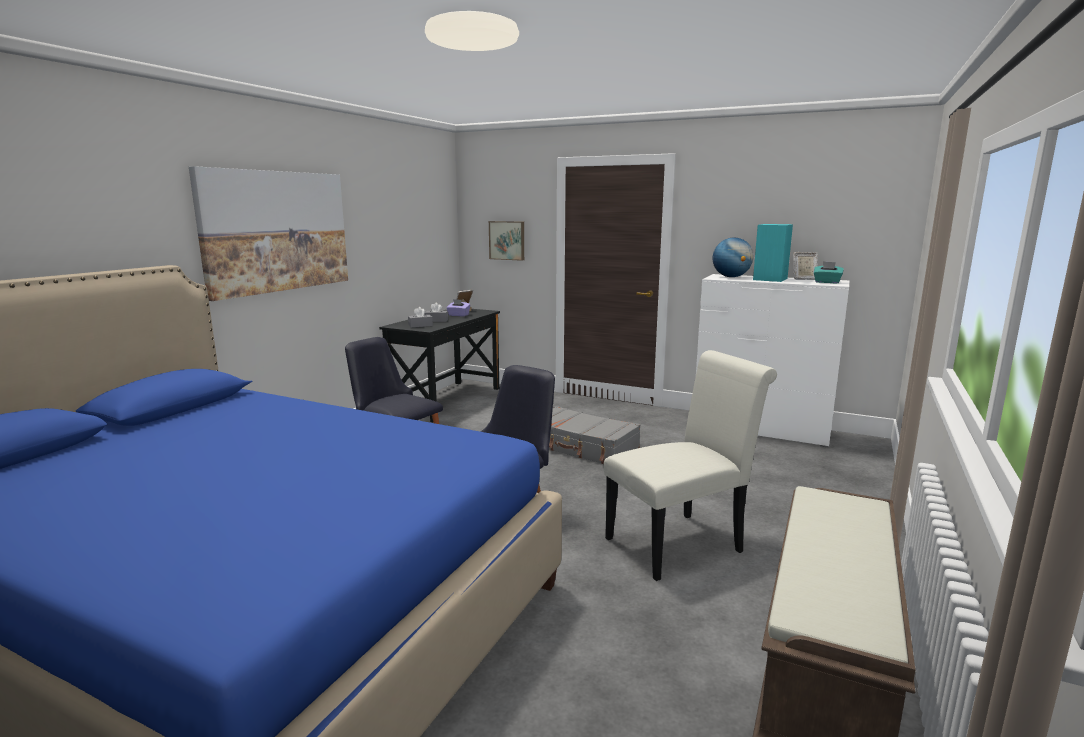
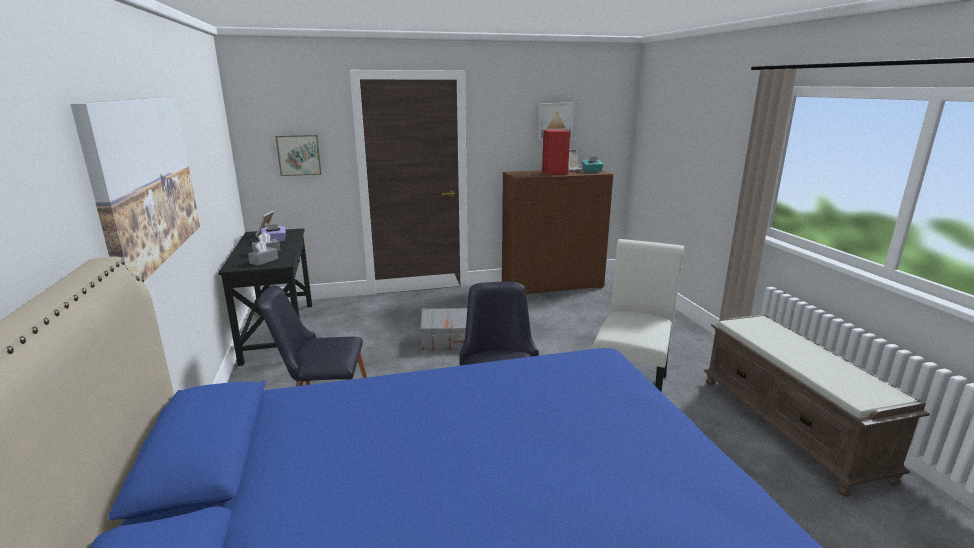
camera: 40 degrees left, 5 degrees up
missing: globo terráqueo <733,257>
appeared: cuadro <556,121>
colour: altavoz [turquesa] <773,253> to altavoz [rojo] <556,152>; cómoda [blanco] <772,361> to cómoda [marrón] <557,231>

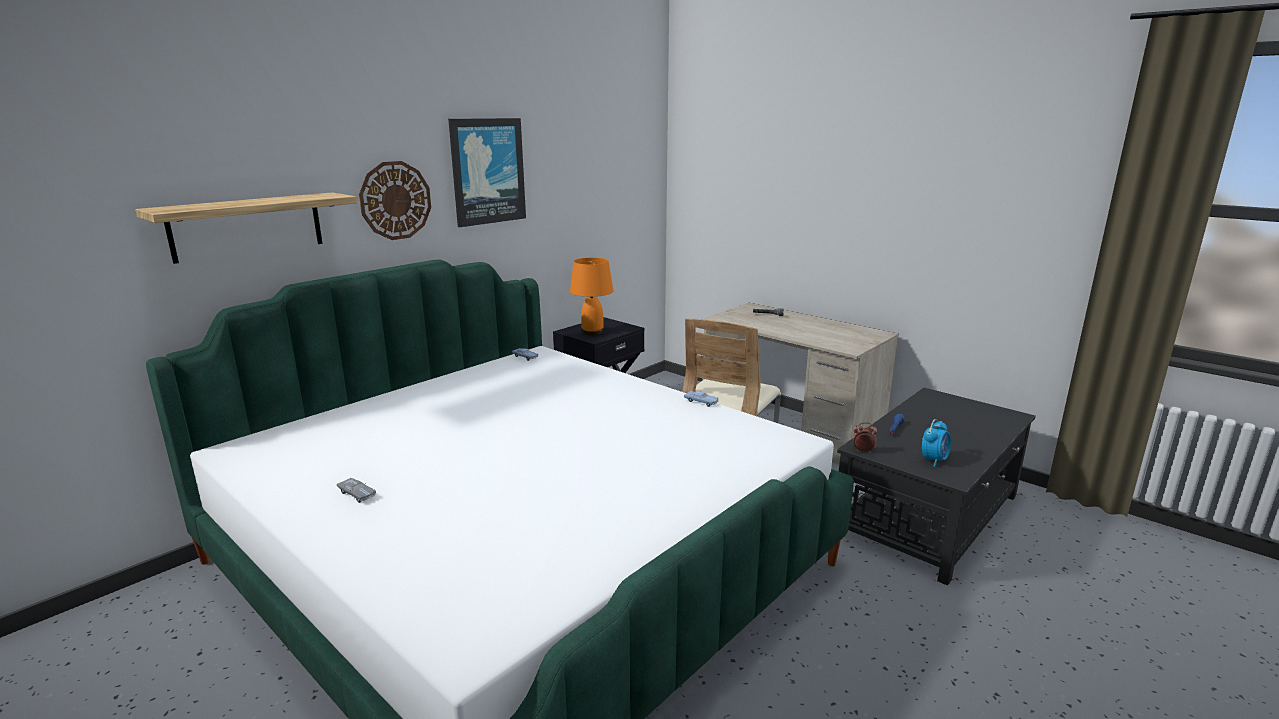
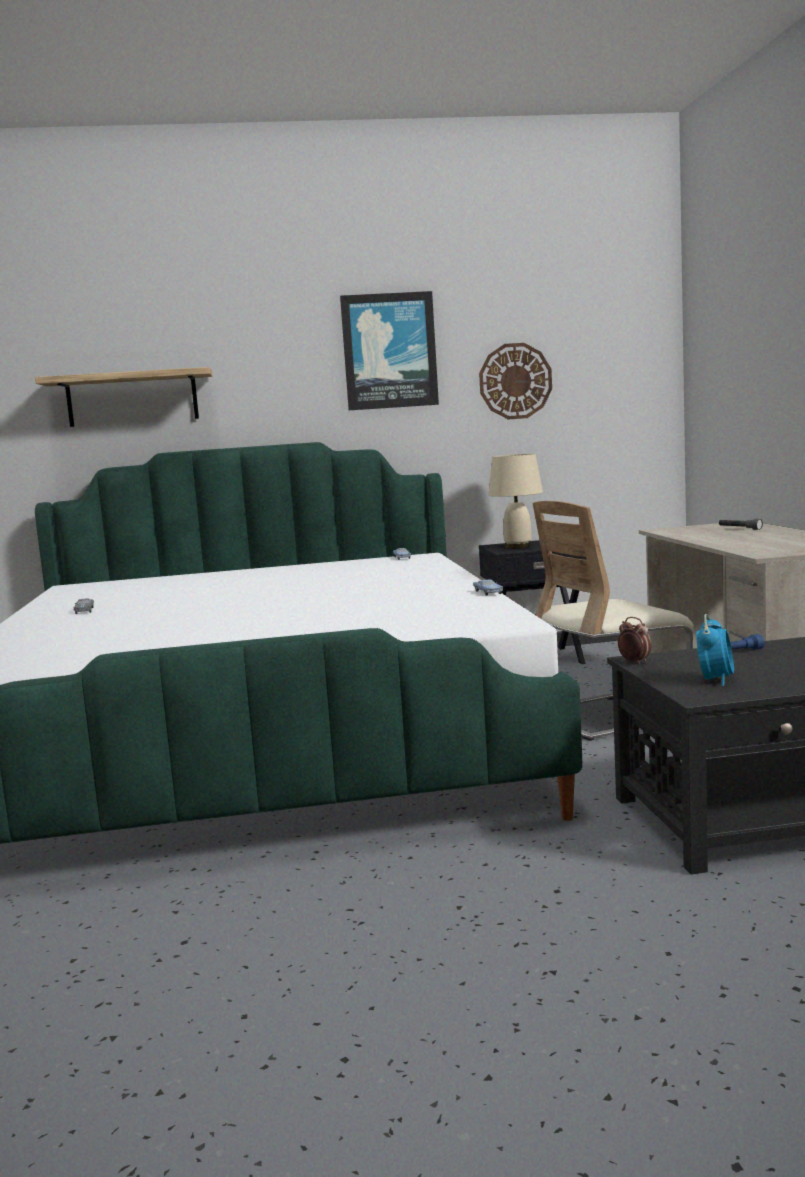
camera: 40 degrees right, 10 degrees down
relocated: reloj de pared <395,200> to <515,381>
colour: lámpara de mesa [naranja] <591,296> to lámpara de mesa [beis] <515,501>
spun: despertador <936,443> = <715,650> 60 degrees counterclockwise

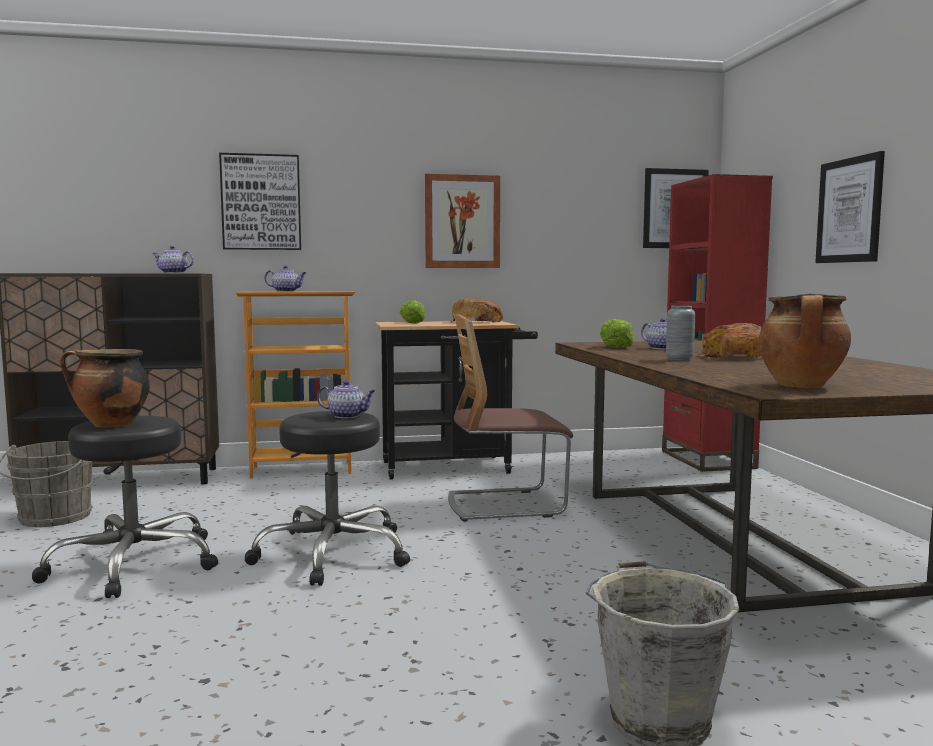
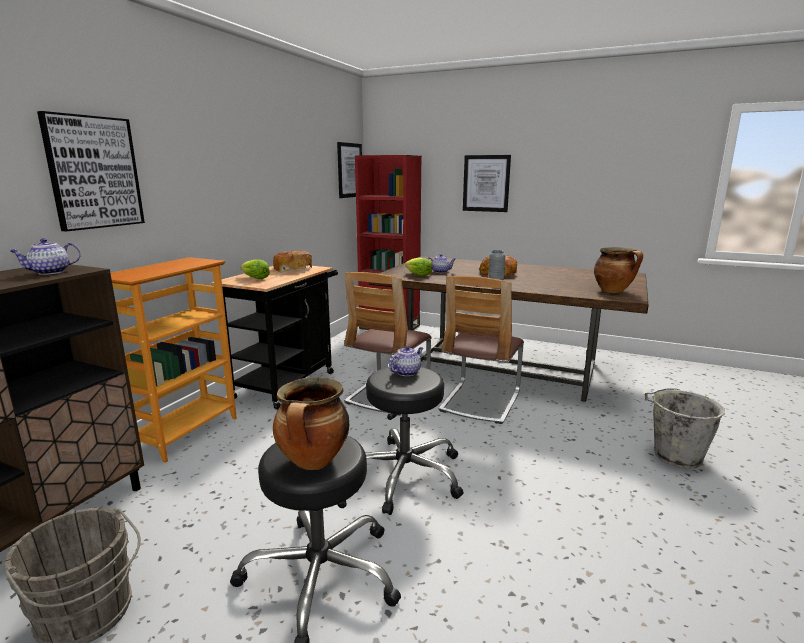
camera: 55 degrees left, 10 degrees up
missing: cuadro <462,221>; tetera <285,278>
appeared: silla <481,350>

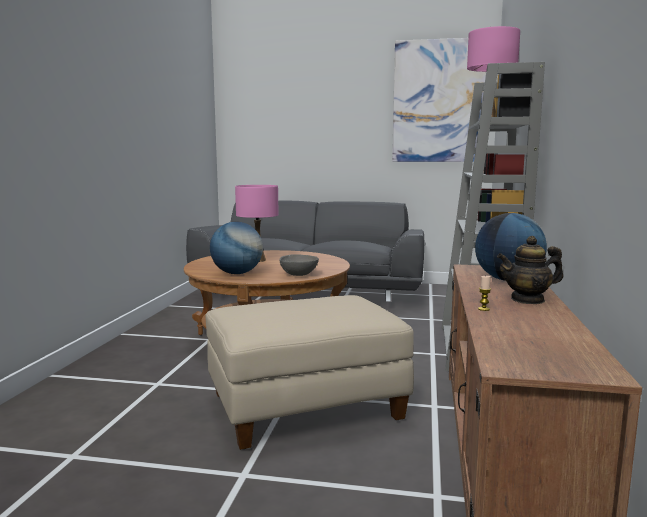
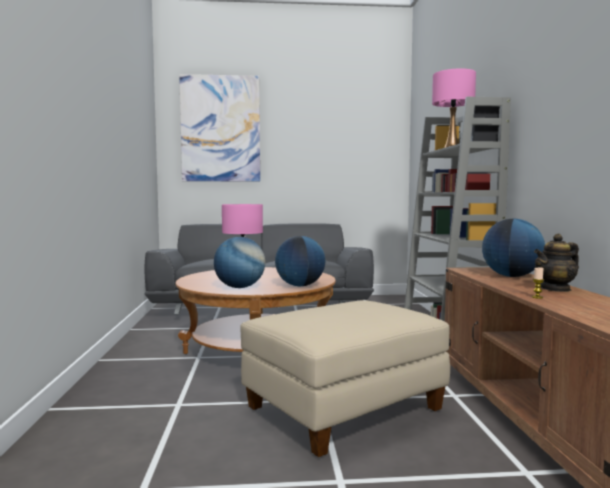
camera: 15 degrees left, 5 degrees down
relocated: cuadro <439,100> to <219,127>
exchanged: cuenco [gris] <299,265> to globo terráqueo <300,261>

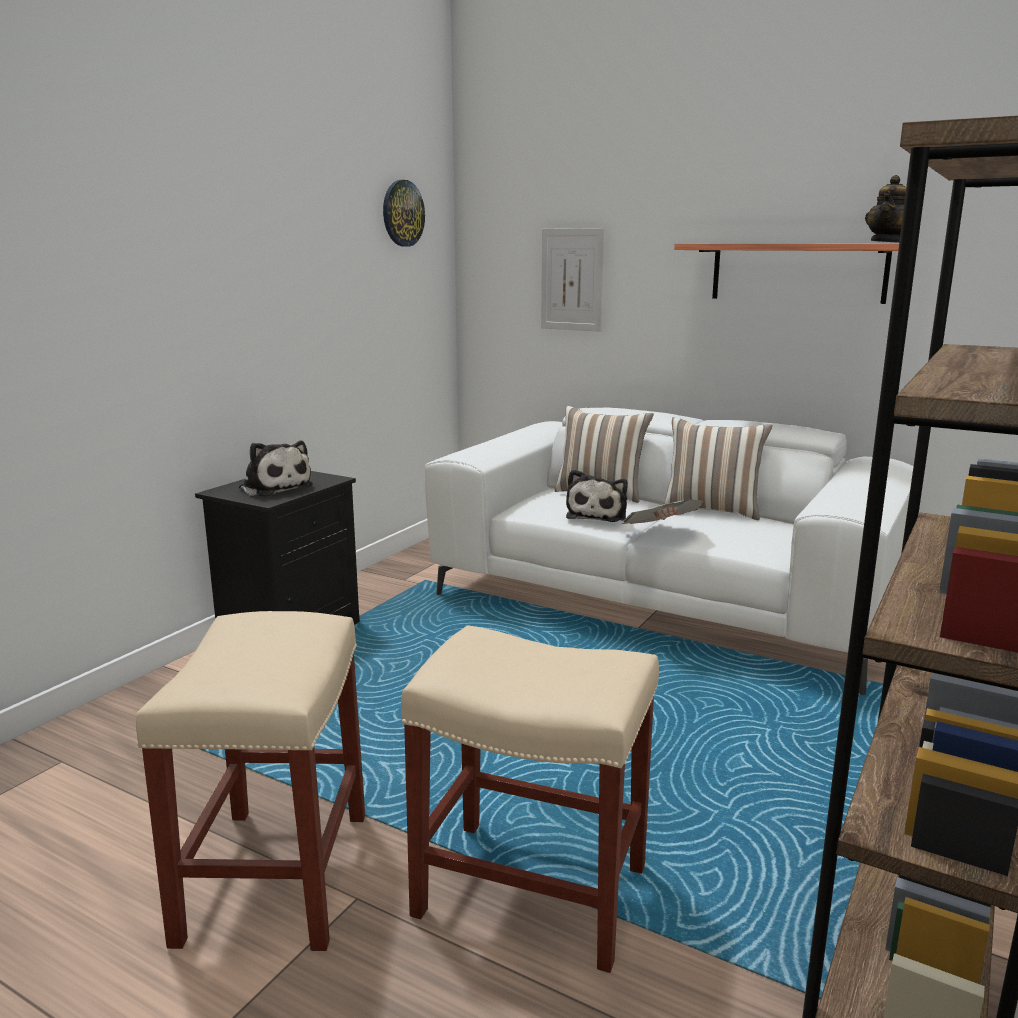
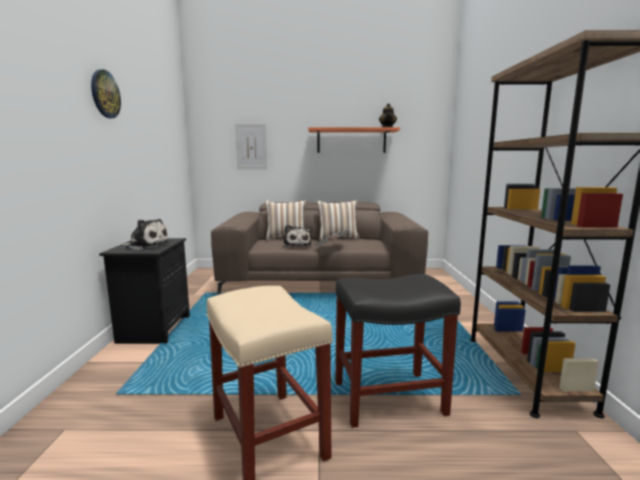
camera: 30 degrees left, 5 degrees down
relocated: reloj de pared <404,213> to <106,94>
colour: sofá [blanco] <669,551> to sofá [marrón] <319,248>; taburete [beis] <530,799> to taburete [negro] <398,351>

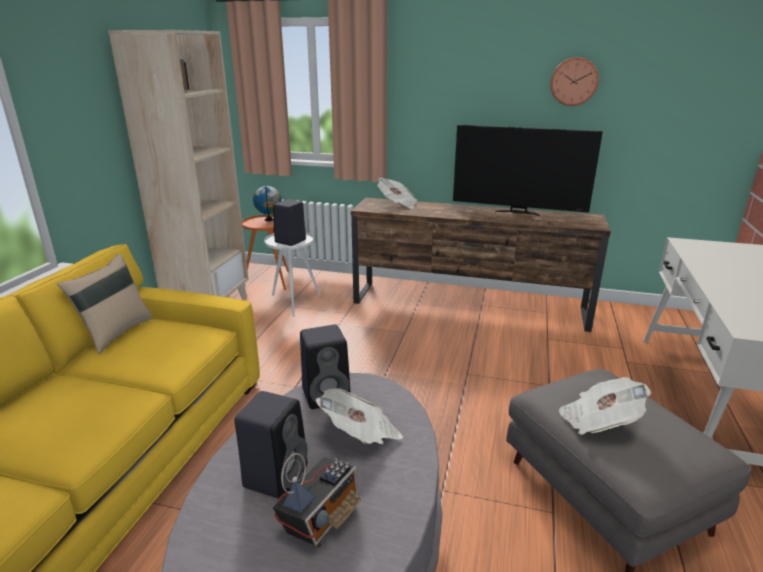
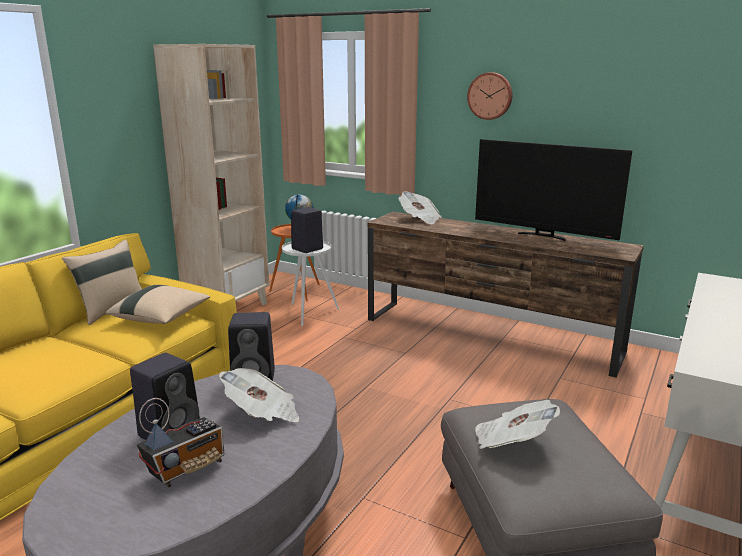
camera: 15 degrees right, 5 degrees down
appeared: cojín [beis] <158,304>
relocated: reloj de pared <574,81> to <490,96>

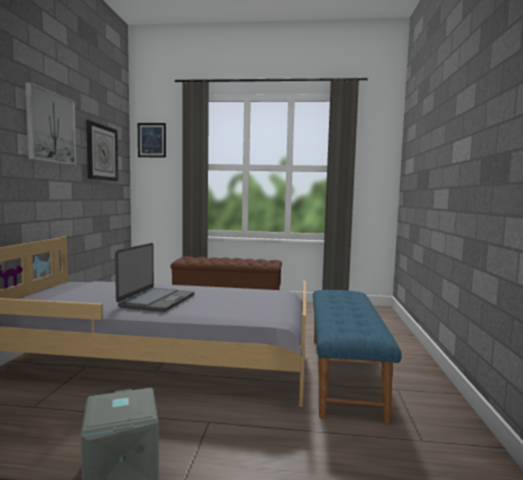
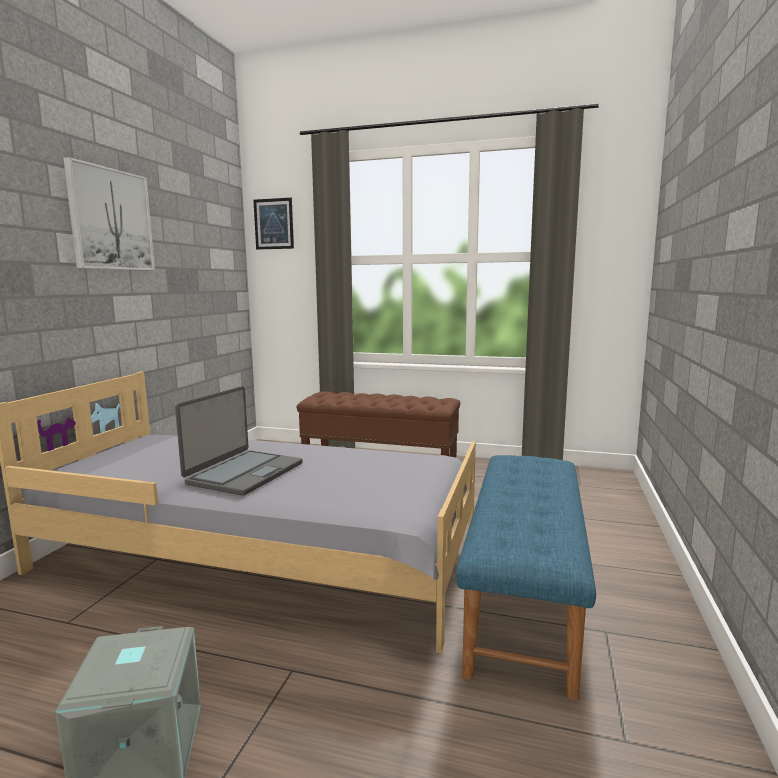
camera: 10 degrees right, 5 degrees up
missing: reloj de pared <102,150>

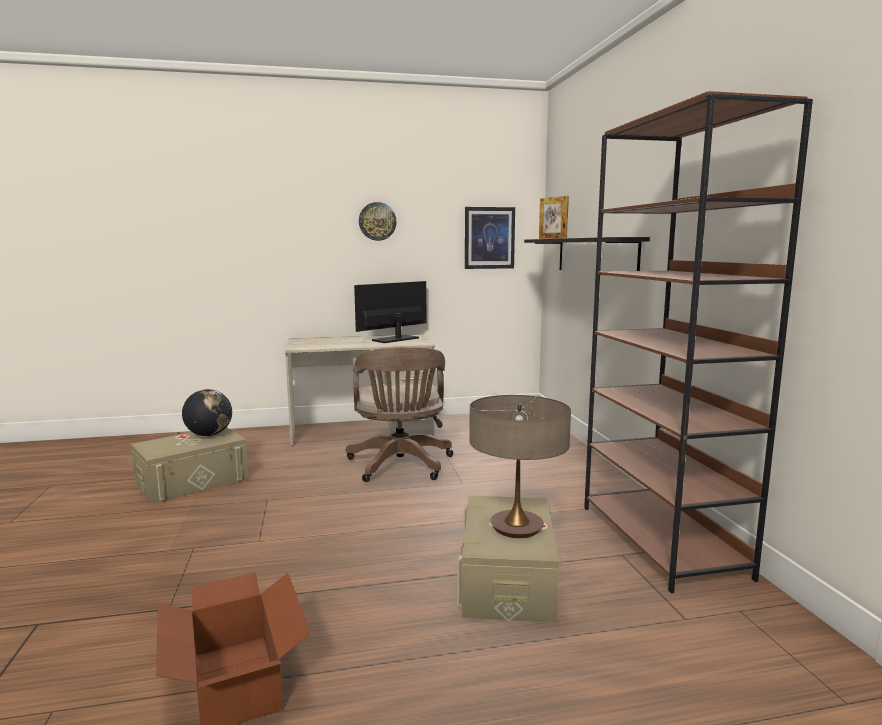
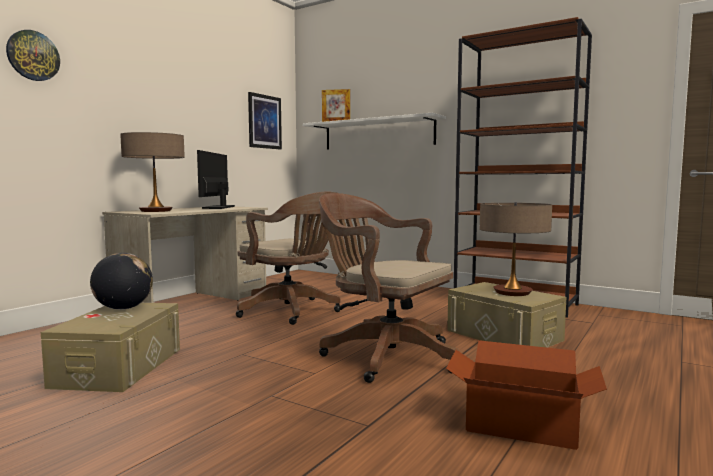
camera: 45 degrees left, 5 degrees down
appeared: lámpara de mesa <152,172>; silla de oficina [marrón] <389,288>
relocated: reloj de pared <378,221> to <33,55>
colour: estante [negro] <587,254> to estante [blanco] <374,131>

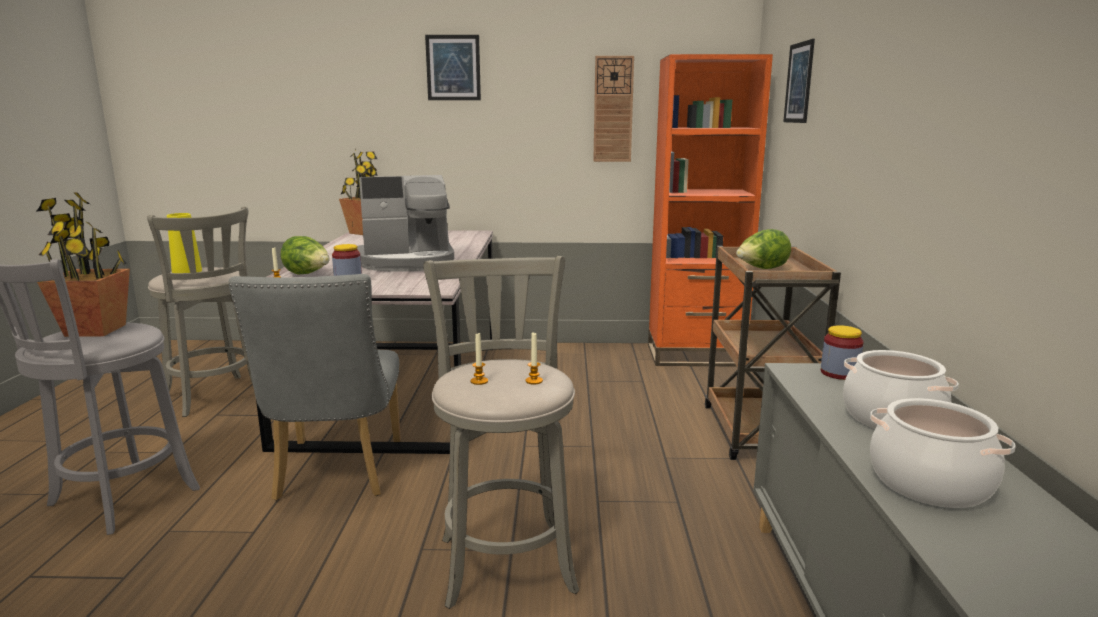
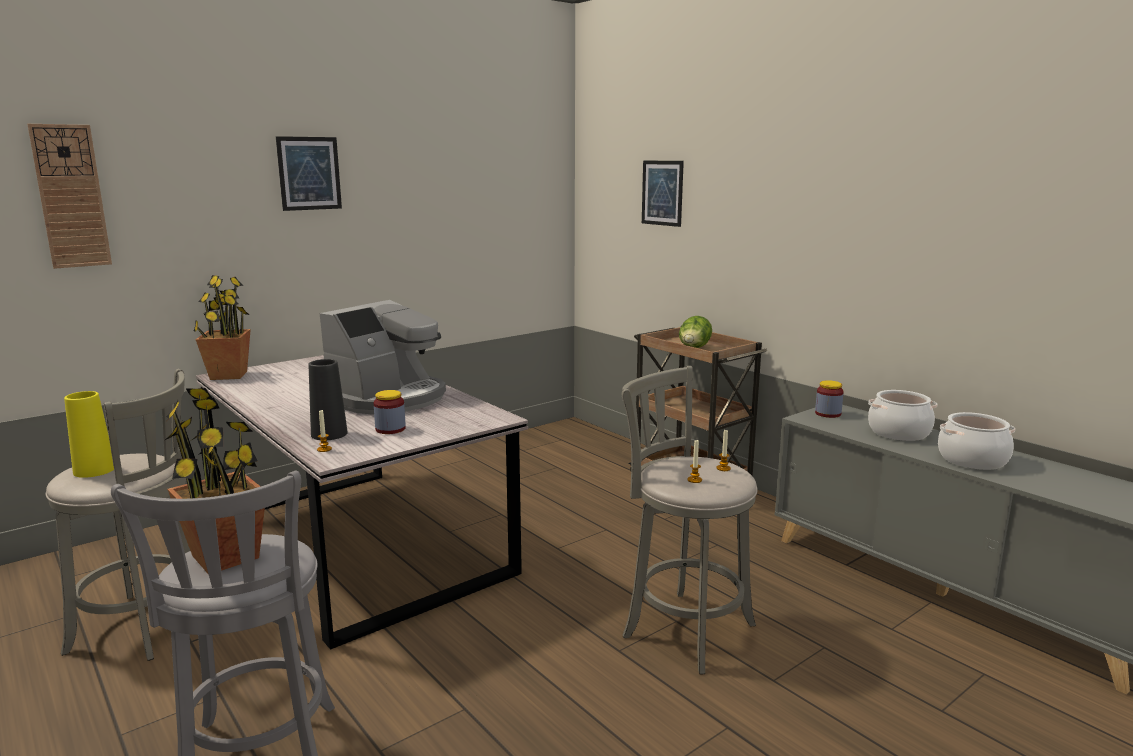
camera: 40 degrees left, 0 degrees up
missing: estantería [naranja] <710,210>; silla [gris] <315,387>
relocated: reloj de pared <613,109> to <69,196>
exchanged: lechuga <305,255> to florero [negro] <328,399>

